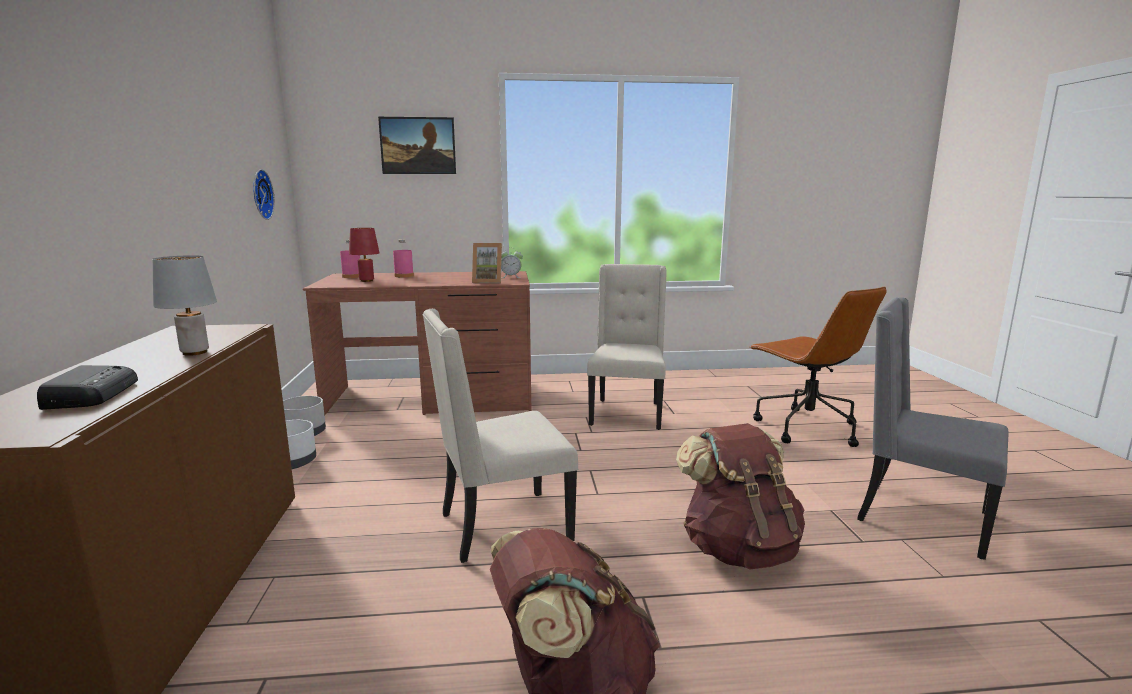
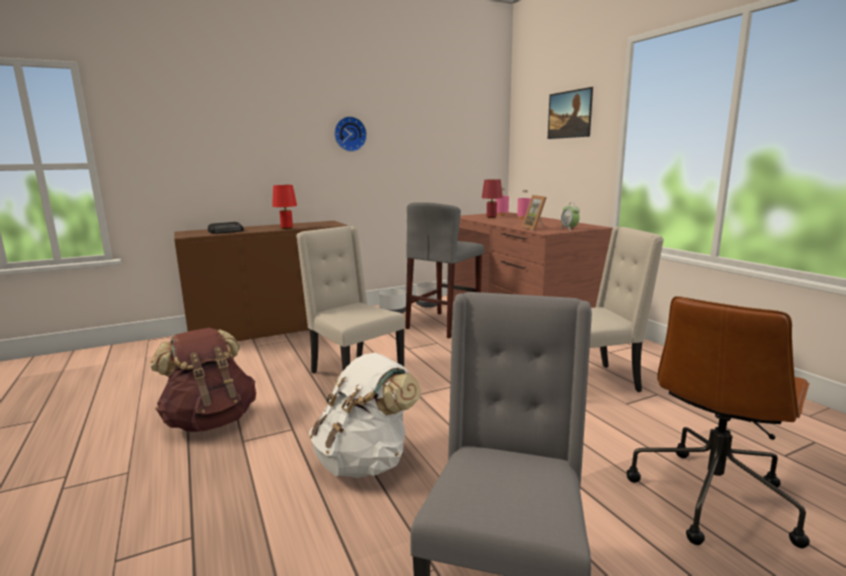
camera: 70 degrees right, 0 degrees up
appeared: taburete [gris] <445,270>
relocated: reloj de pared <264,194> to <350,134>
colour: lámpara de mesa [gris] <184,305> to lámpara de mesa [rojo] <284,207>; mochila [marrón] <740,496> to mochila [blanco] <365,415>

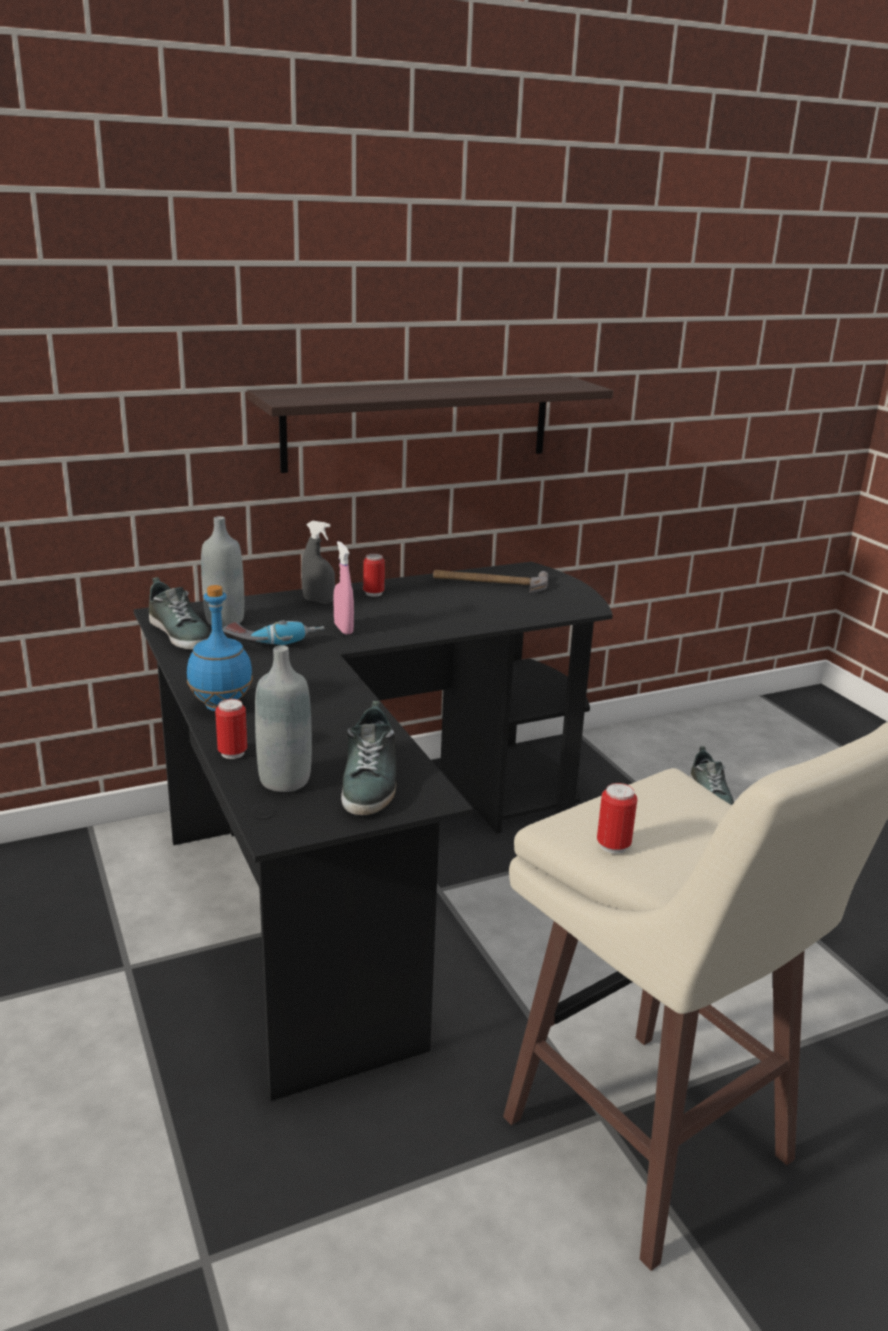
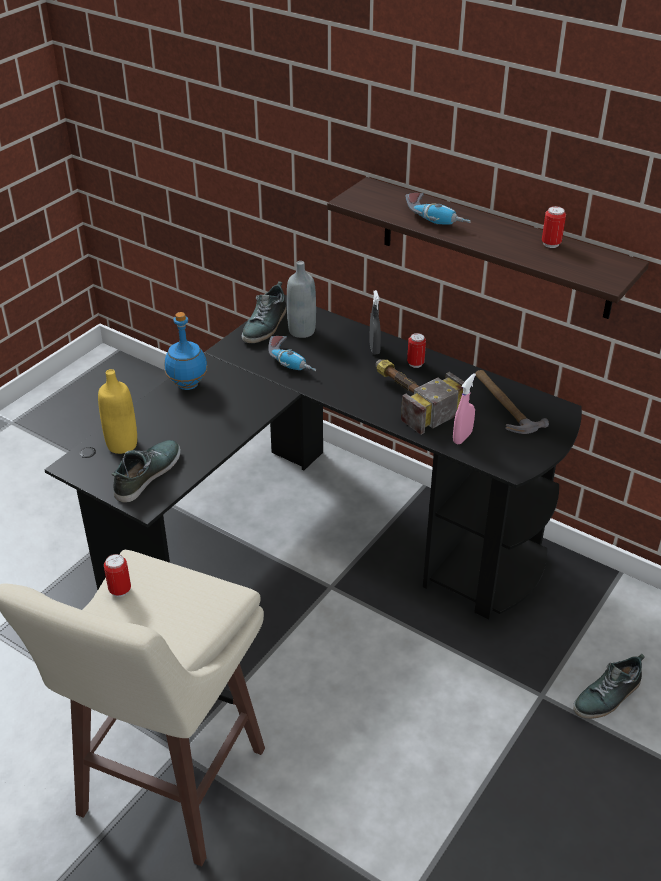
camera: 60 degrees right, 15 degrees up
appeared: taladro <438,209>; martillo <419,397>
relocated: pulverizador [rosa] <344,588> to <464,408>; lata <231,729> to <554,227>
colour: botella [gris] <283,718> to botella [amarillo] <117,411>
spun: zapato <368,758> = <146,471> 150 degrees clockwise

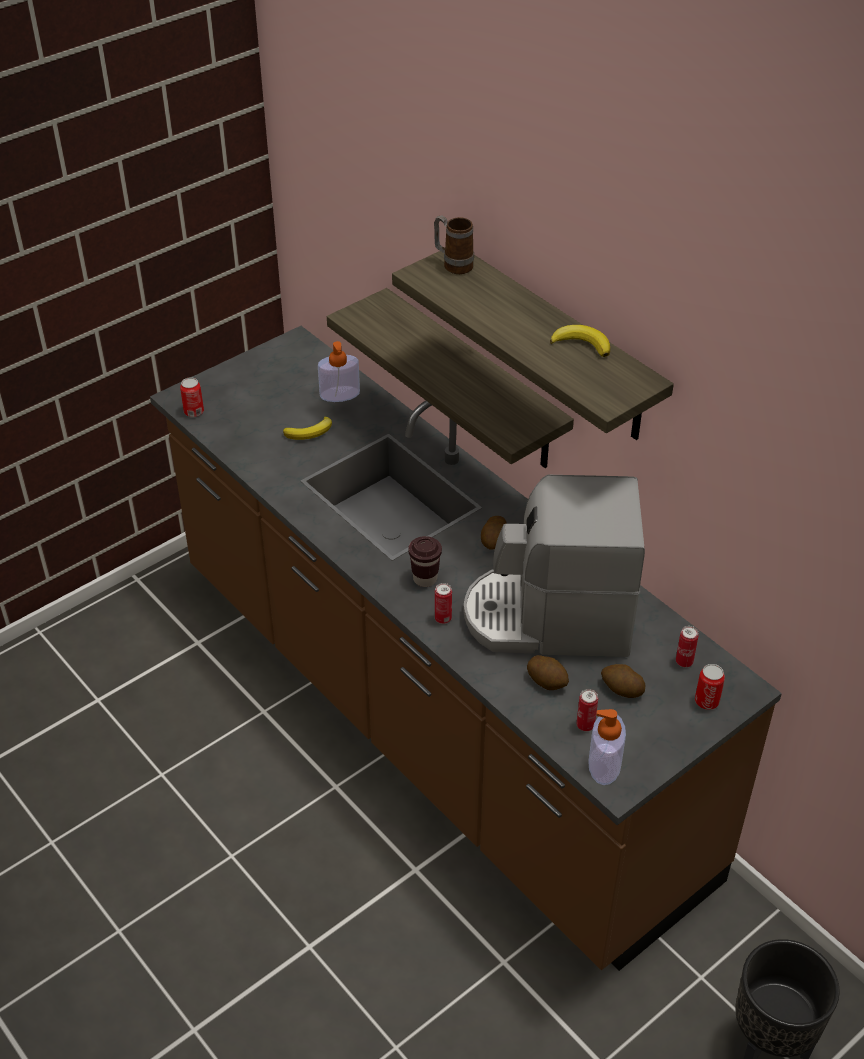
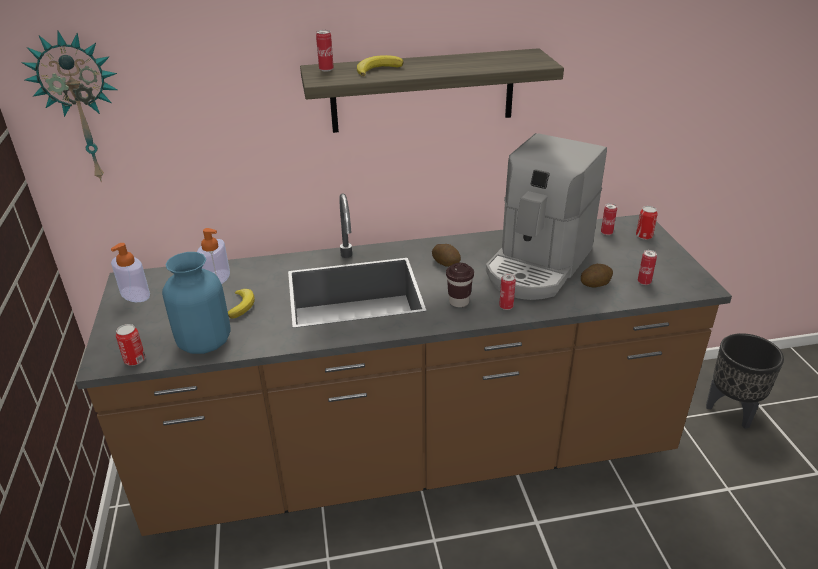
camera: 60 degrees left, 10 degrees down
missing: estante <450,378>; patata <623,681>
appeared: reloj de pared <69,106>; florero [azul] <196,303>
relocated: plátano <580,341> to <380,65>; dispensador de jabón <607,747> to <130,272>
exchanged: taza grande <454,244> to lata <325,51>

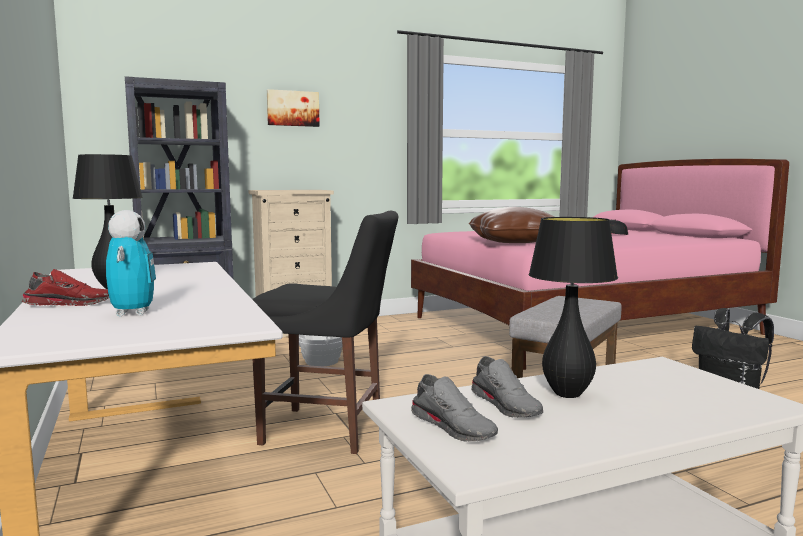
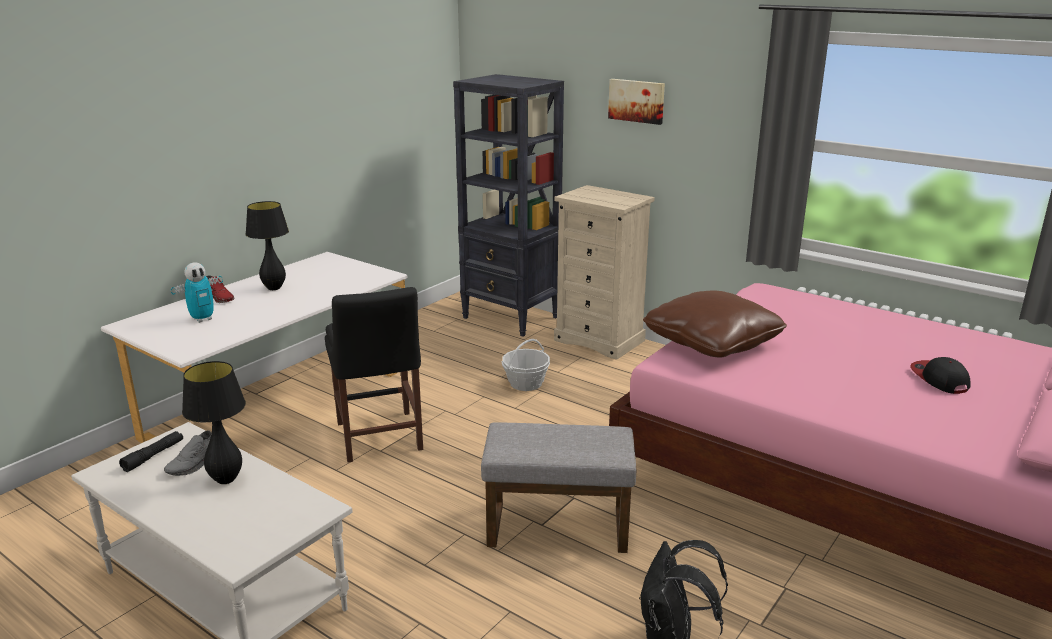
camera: 60 degrees right, 15 degrees up
exchanged: zapato [gris] <454,407> to linterna [negro] <151,451>

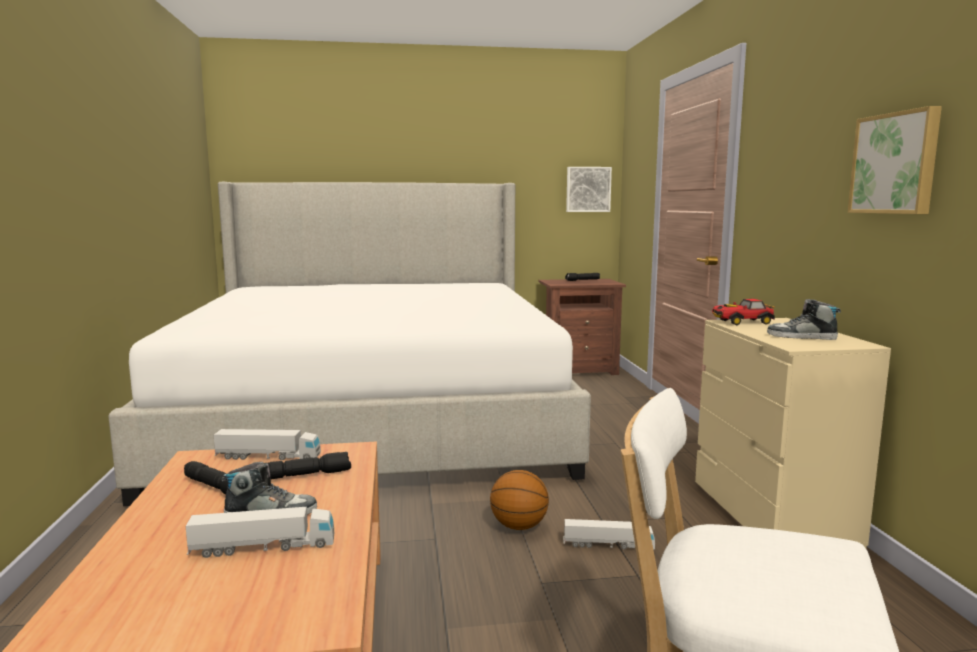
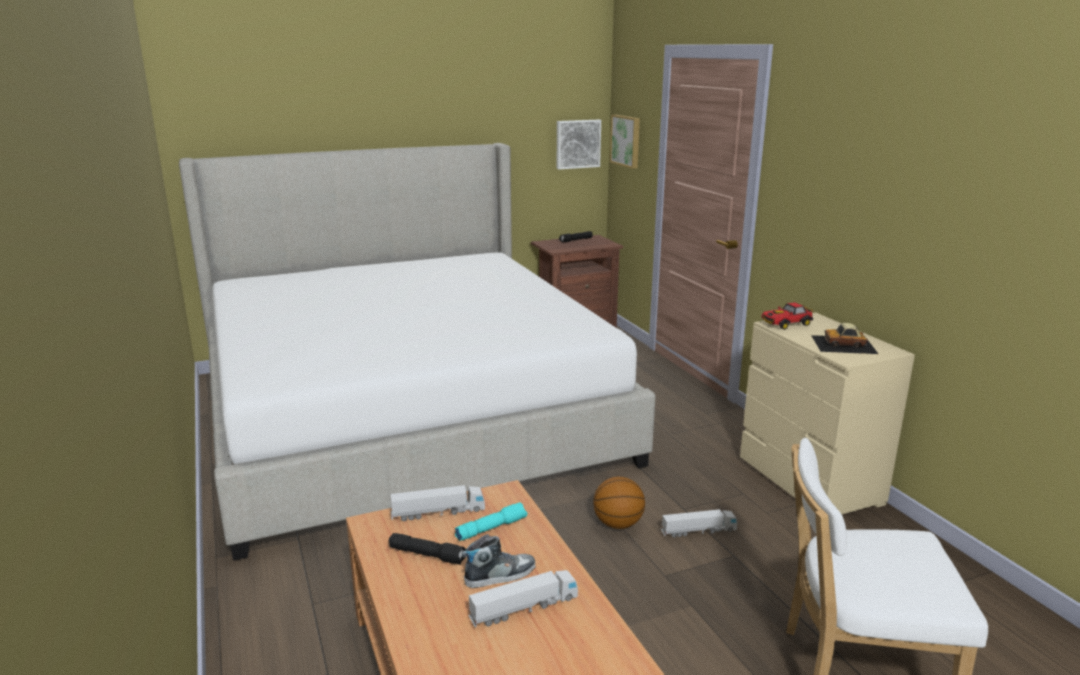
camera: 15 degrees left, 10 degrees up
relocated: cuadro <895,160> to <625,142>
exchanged: zapato <804,319> to coche de juguete <844,338>
colour: linterna [negro] <307,465> to linterna [turquesa] <491,521>

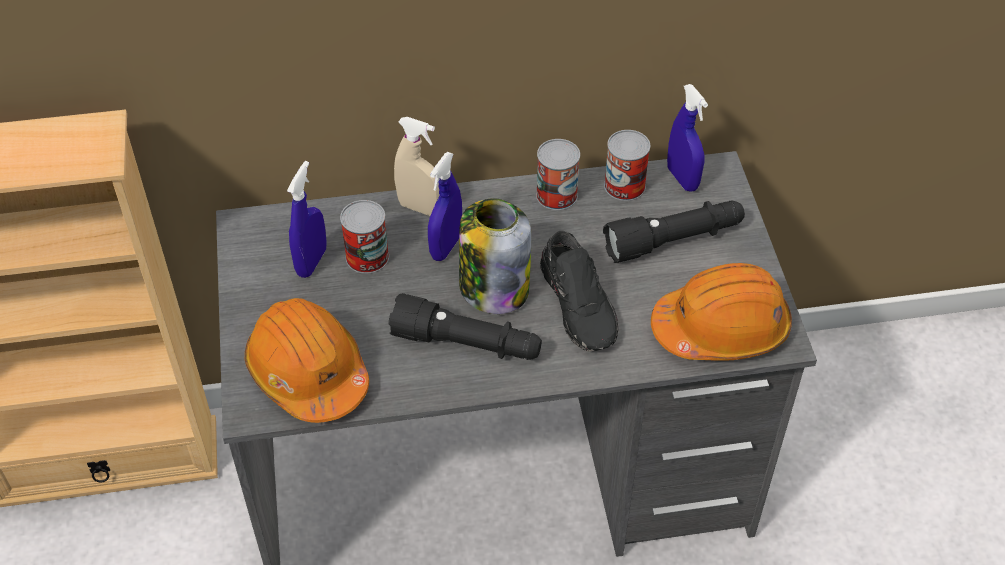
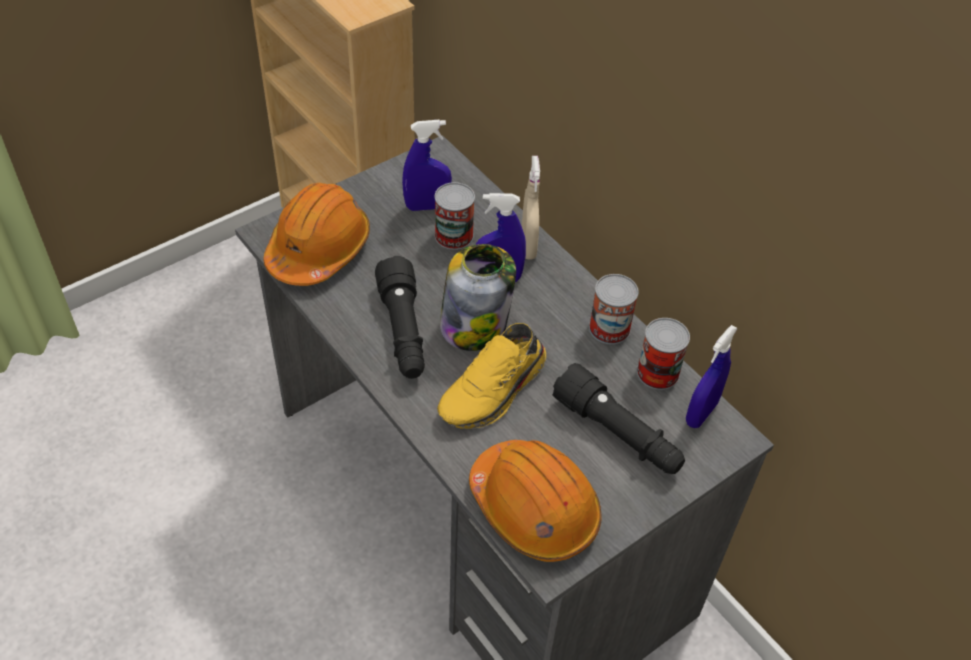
camera: 60 degrees right, 0 degrees up
colour: zapato [negro] <579,291> to zapato [amarillo] <491,376>

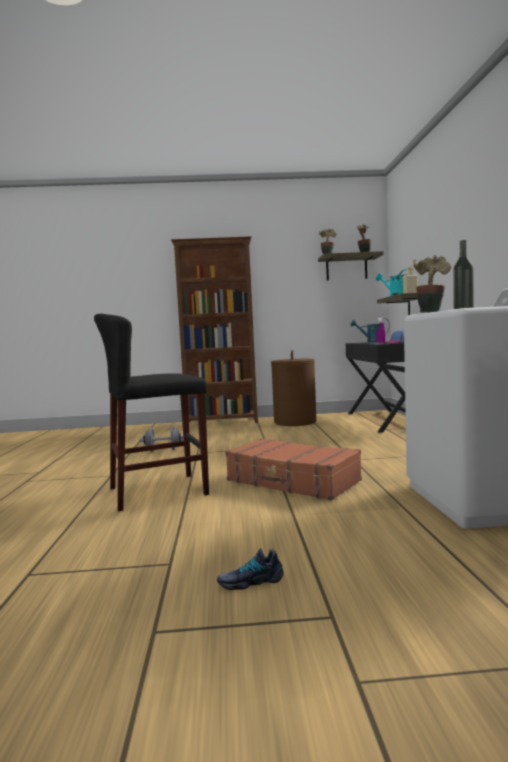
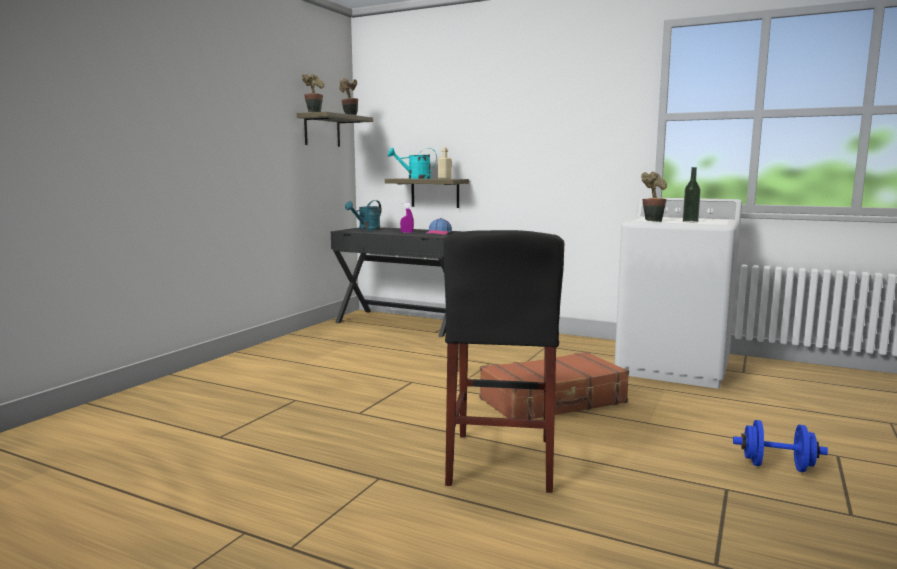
camera: 60 degrees left, 5 degrees up
missing: estantería [marrón] <214,329>; cesto de la ropa [marrón] <294,388>; mancuerna [gris] <161,439>
exchanged: zapato <250,569> to mancuerna [azul] <780,446>

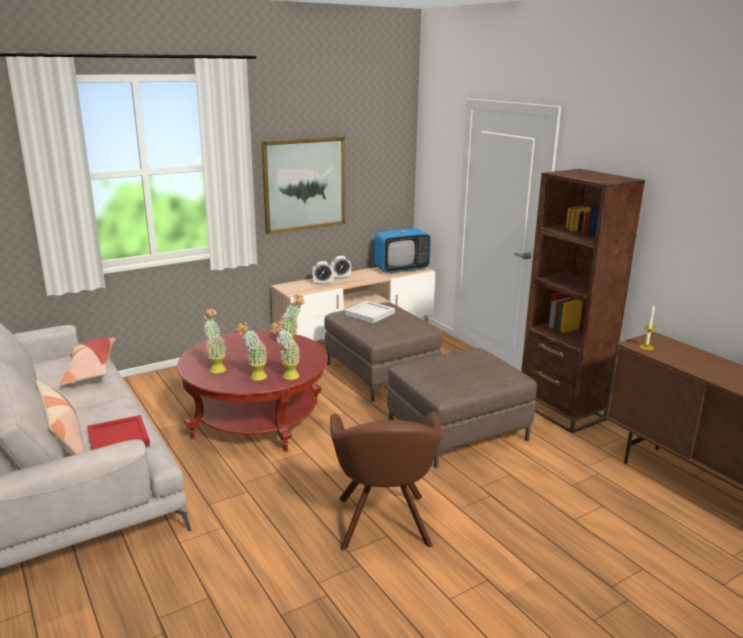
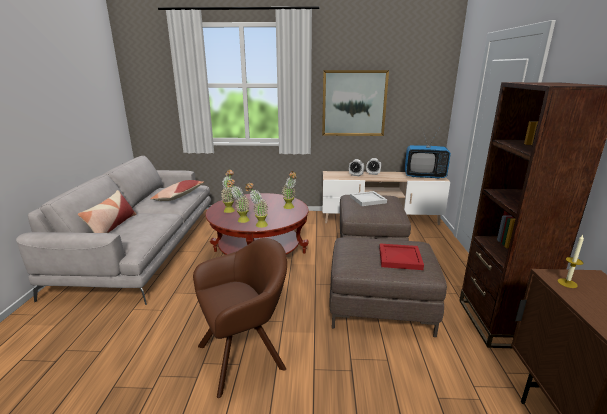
camera: 35 degrees right, 0 degrees up
relocated: bandeja [rojo] <118,432> to <401,257>
spun: sillón [marrón] <386,481> = <240,318> 150 degrees counterclockwise

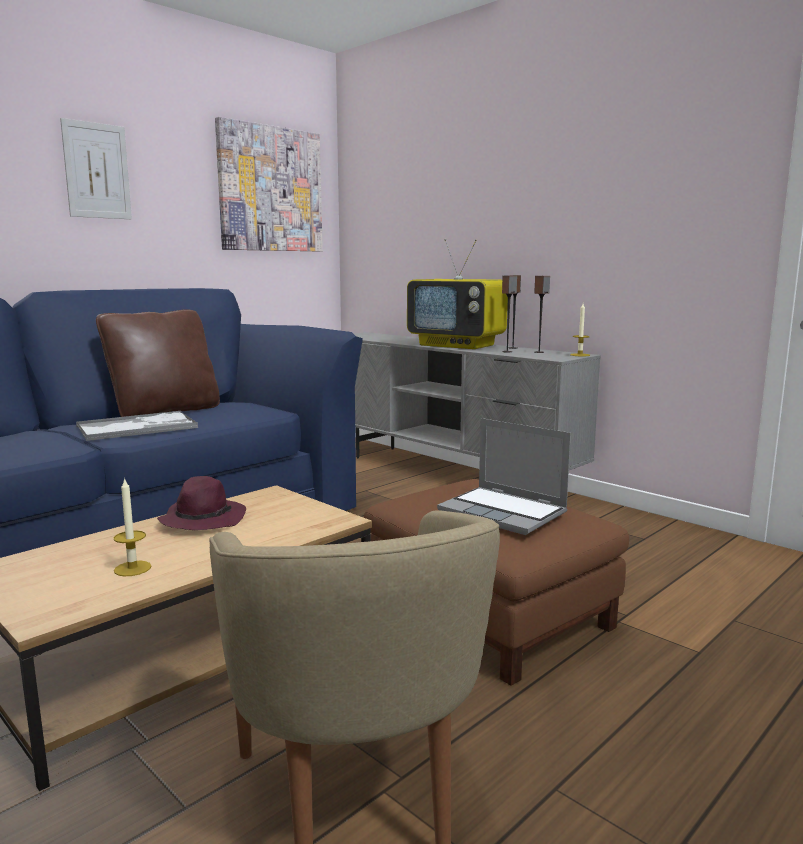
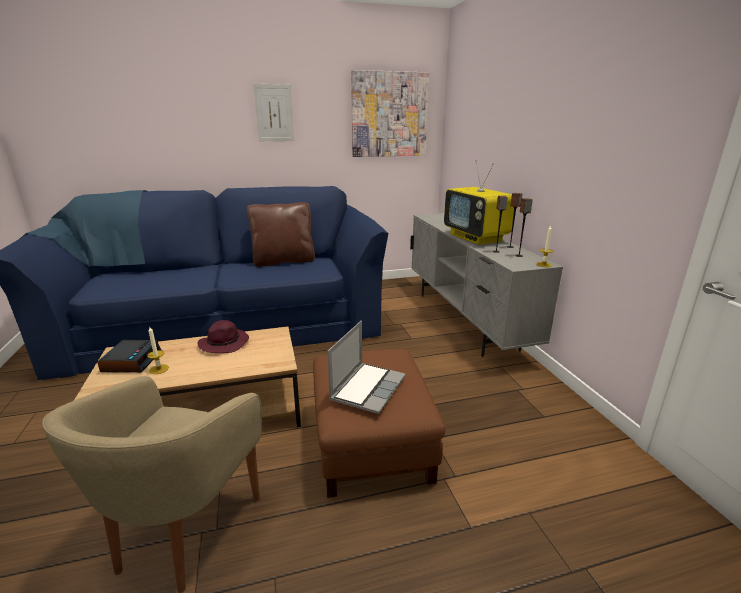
camera: 30 degrees right, 10 degrees up
missing: bandeja <137,426>
appeared: despertador <129,356>
spun: portátil <504,476> = <366,367> 135 degrees counterclockwise

